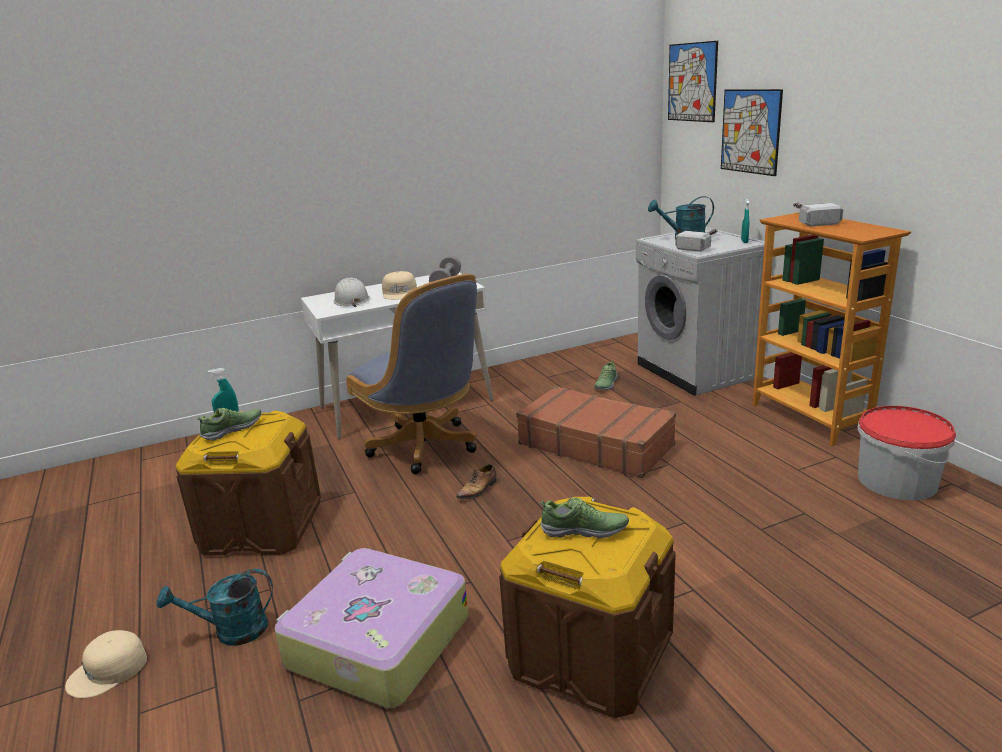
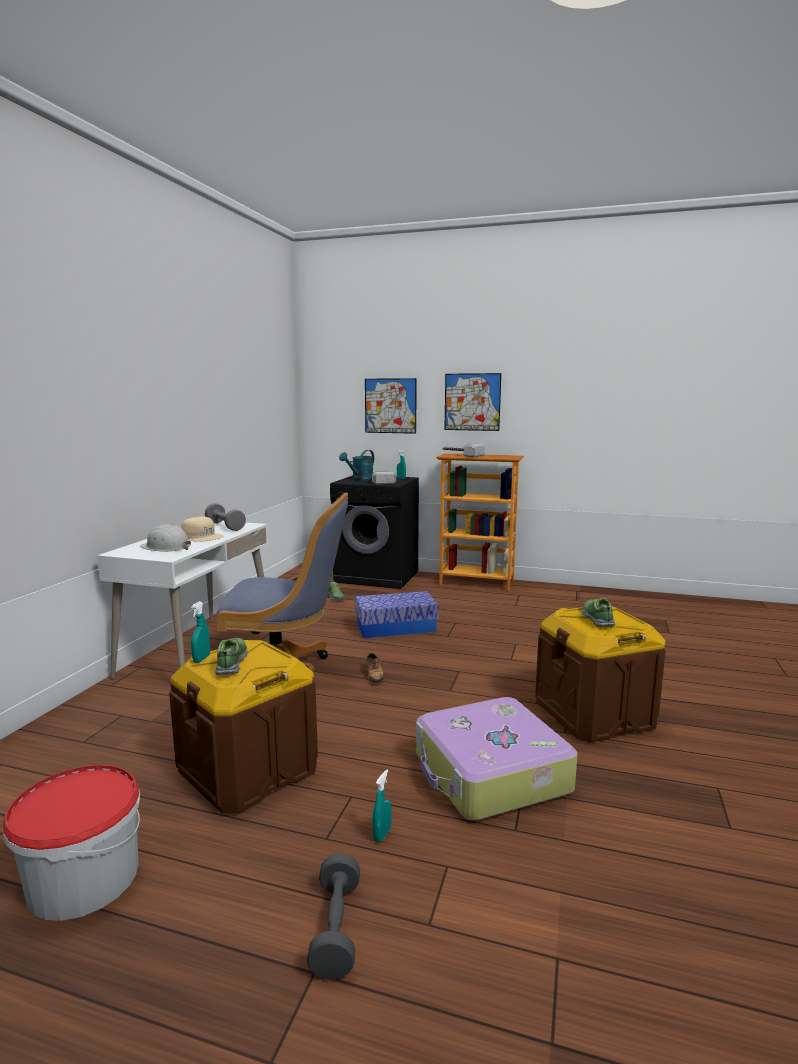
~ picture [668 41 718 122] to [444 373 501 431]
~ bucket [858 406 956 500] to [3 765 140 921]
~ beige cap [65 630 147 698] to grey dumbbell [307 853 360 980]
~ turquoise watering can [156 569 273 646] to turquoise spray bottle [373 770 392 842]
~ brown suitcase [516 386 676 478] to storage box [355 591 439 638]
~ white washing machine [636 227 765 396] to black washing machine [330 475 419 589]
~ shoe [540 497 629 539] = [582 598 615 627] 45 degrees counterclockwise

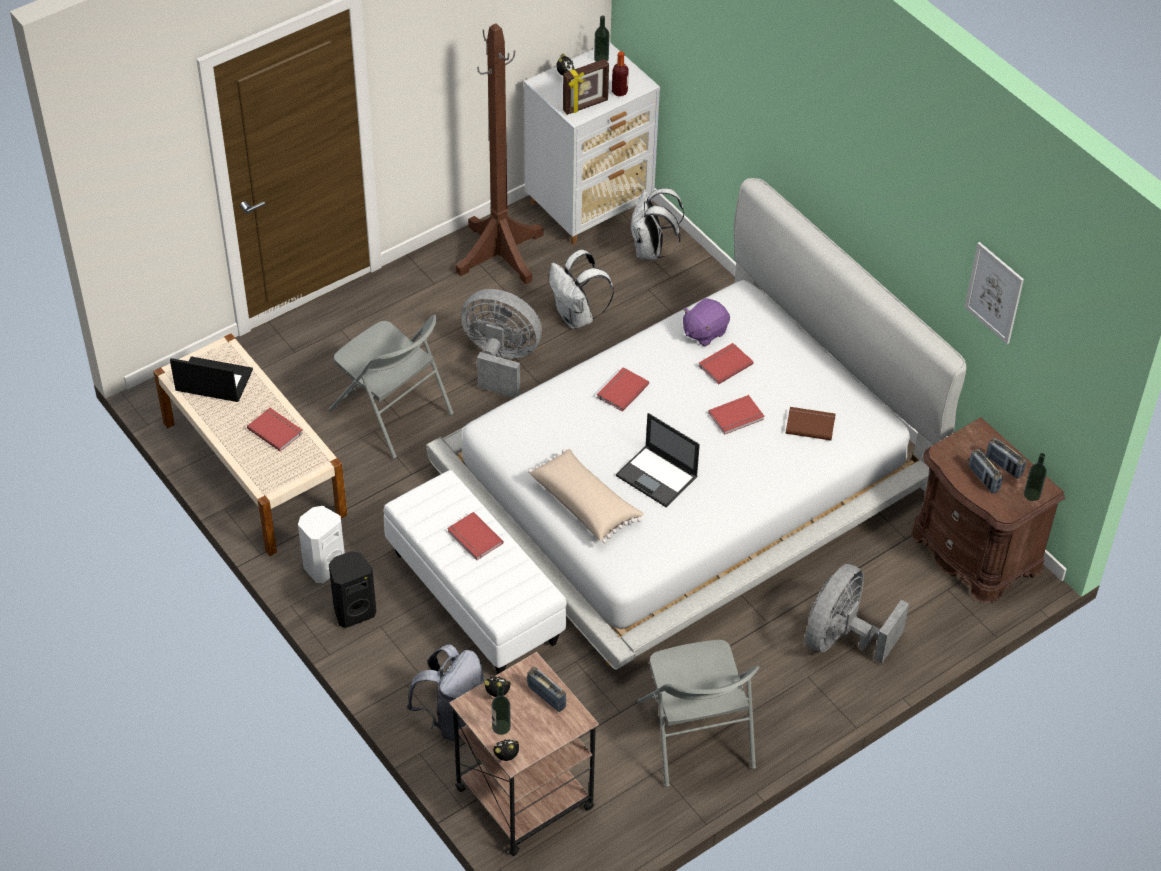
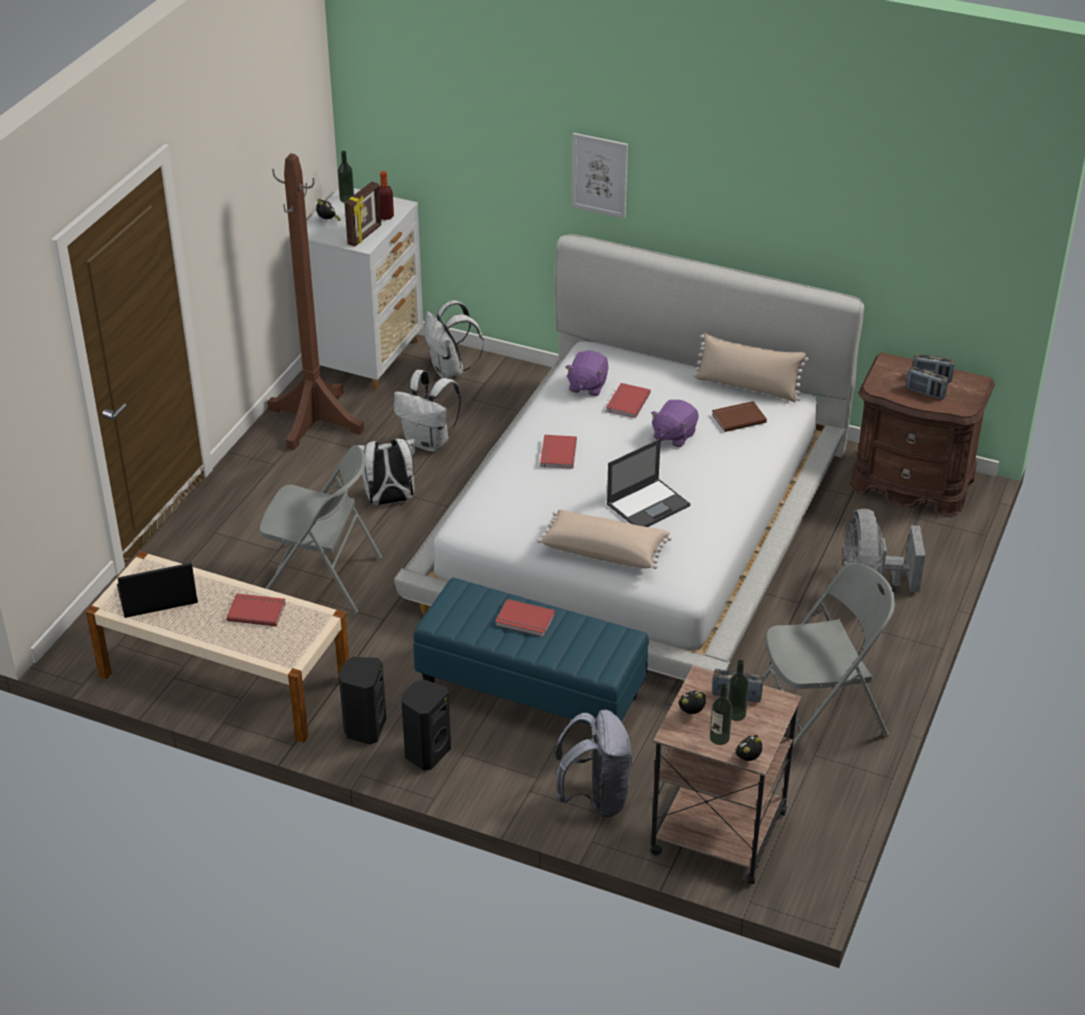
+ beige pillow [693 333 809 402]
~ picture [964 242 1024 344] to [572 133 628 218]
~ bottle [1024 453 1047 501] to [727 660 749 721]
~ grey fan [461 289 542 398] to white backpack [358 438 415 505]
~ red book [708 395 765 435] to purple plush toy [651 400 698 447]
~ white speaker [298 506 345 583] to black speaker [339 657 386 745]
~ white ottoman [383 470 567 674] to blue ottoman [414 578 649 725]
~ laptop [616 413 700 507] = [606 439 690 527] 45 degrees counterclockwise
~ grey chair [637 640 760 787] = [762 563 895 757] 60 degrees counterclockwise

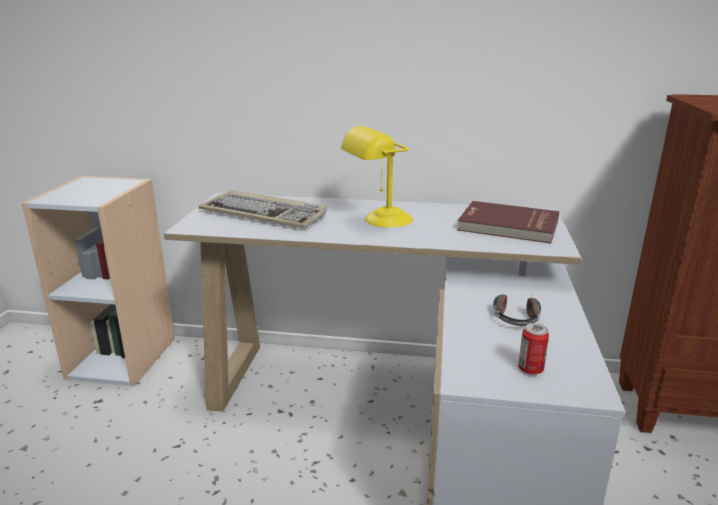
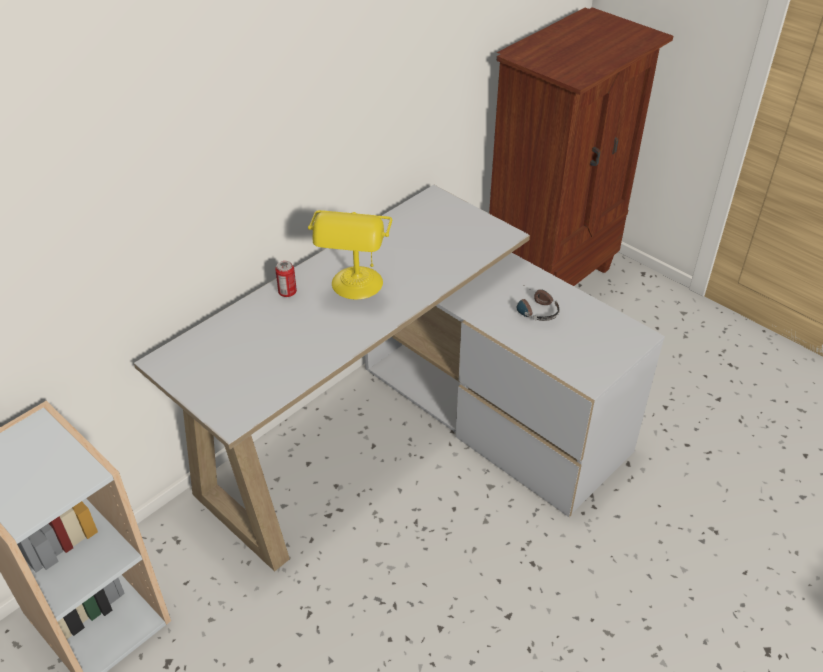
- keyboard [199 190 327 229]
- red book [457 201 559 243]
~ can [518 323 549 375] to [275 261 297 297]

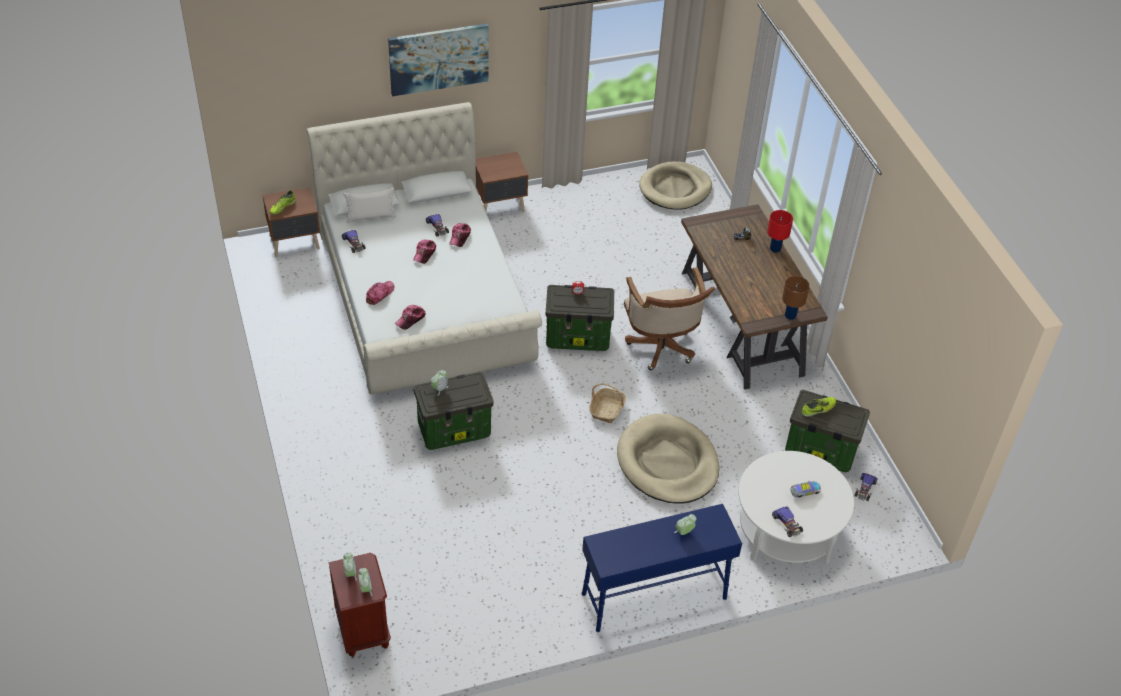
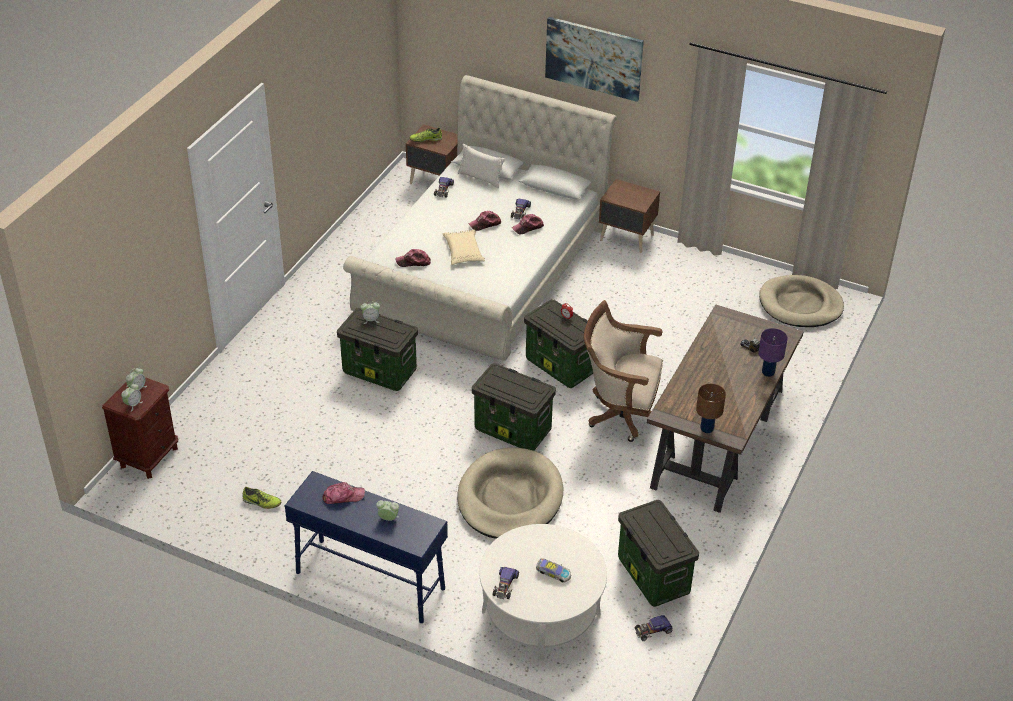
+ beige pillow [443 230 485 265]
~ cap [366 281 395 305] to [322 482 365 504]
~ shoe [802 397 836 417] to [243 487 281 509]
~ basket [589 383 626 423] to storage box [472 363 556 451]
~ red table lamp [767 210 793 253] to purple table lamp [758 328 788 377]
~ office chair [624 267 715 370] = [584 300 663 442] 75 degrees clockwise

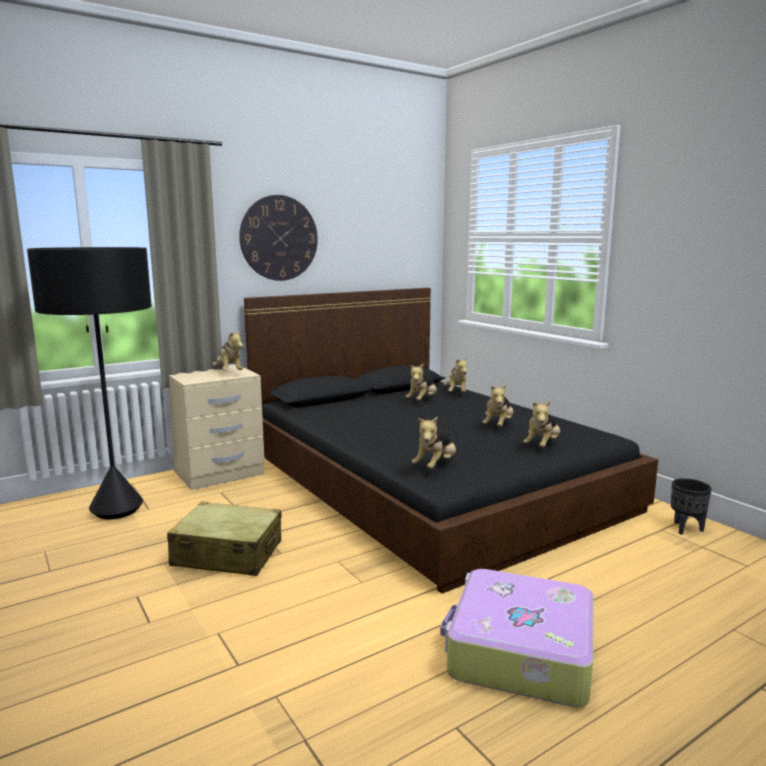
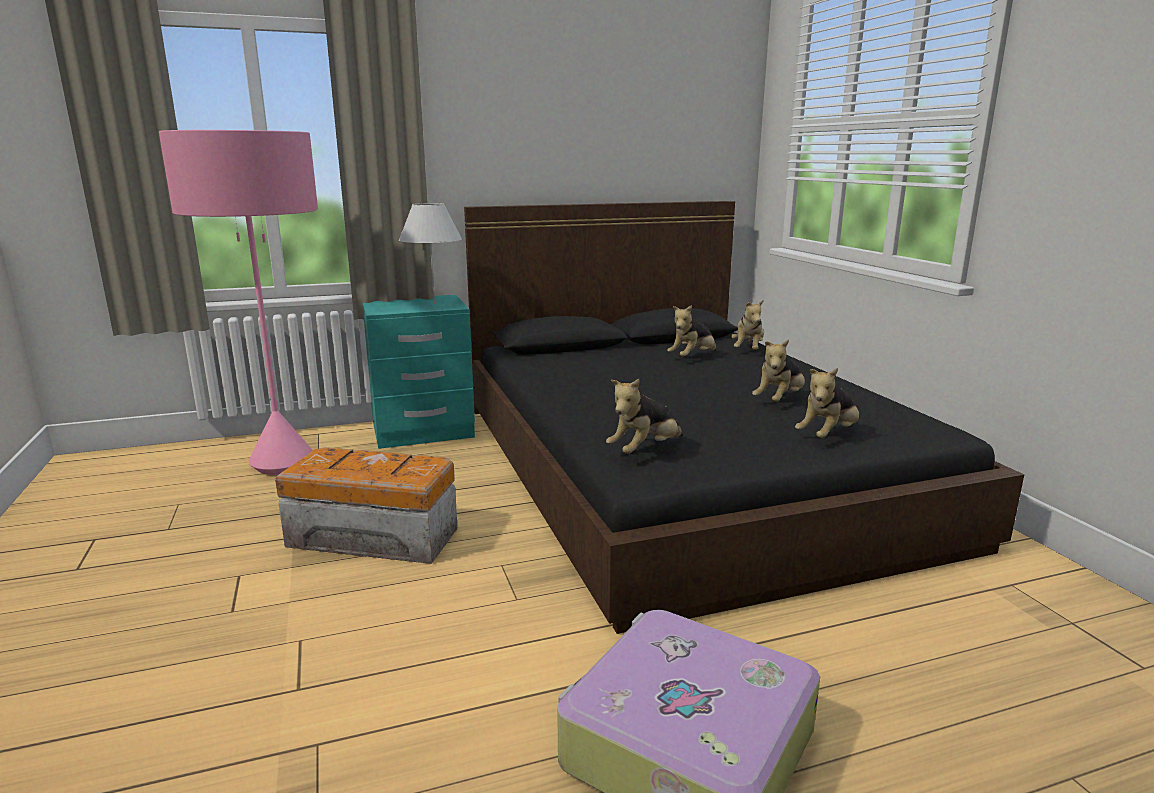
- wall clock [239 195 318 281]
- black planter [671 478 712 535]
~ beige suitcase [167 501 281 576] to storage box [275 447 458 564]
~ plush toy [212 330 243 371] to white table lamp [399 203 462 304]
~ black floor lamp [27 247 152 519] to pink floor lamp [159 130 318 475]
~ beige nightstand [169 365 265 490] to turquoise nightstand [362 295 475 449]

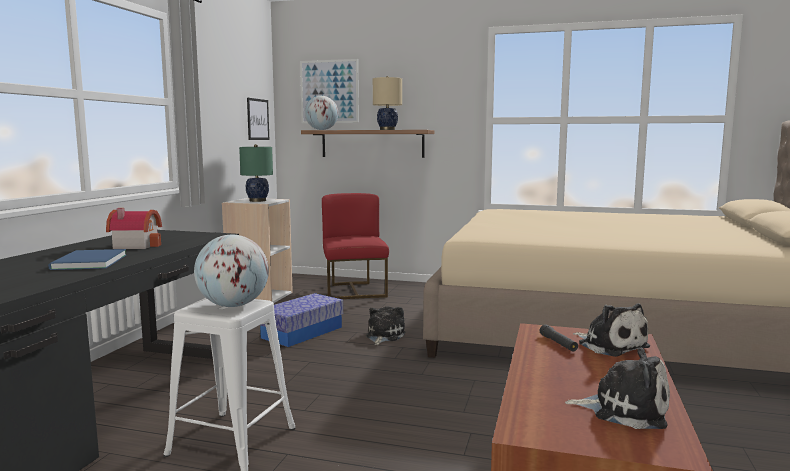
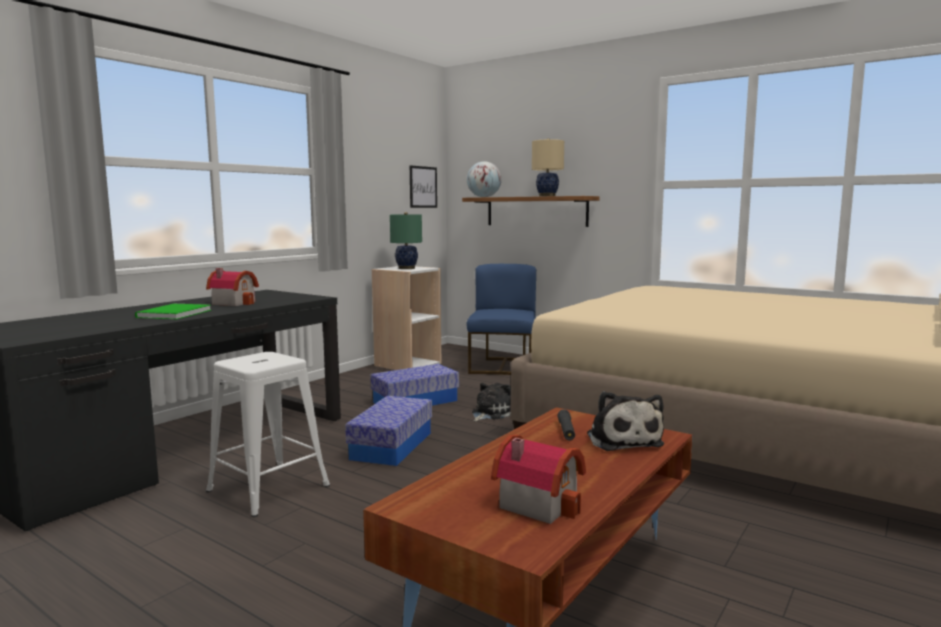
- globe [194 235 269 307]
- picture [300 59 359 123]
+ storage box [345 396 432 466]
~ plush toy [565 348 670 429] to toy house [491 435 586 524]
~ blue book [48 249 126 270] to green book [135 304 211 320]
~ red chair [322 193 389 299] to blue chair [466 264 536 375]

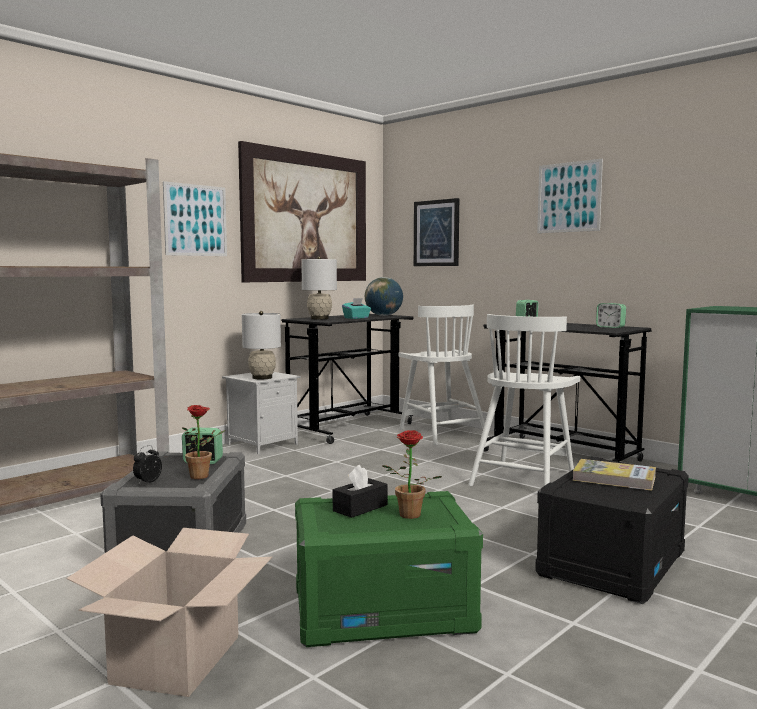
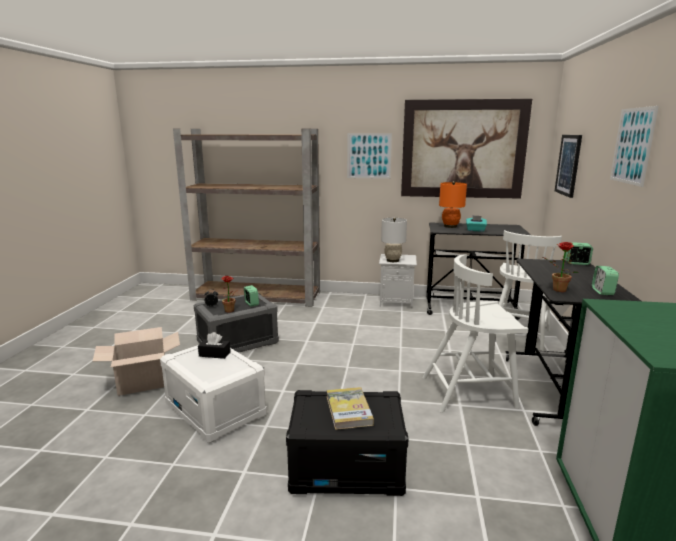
- globe [365 277 403 316]
~ potted plant [382 430 442 519] to [543 242 579 292]
~ green storage box [295 491 483 647] to white storage box [160 345 267 443]
~ white table lamp [301 256 337 319] to orange table lamp [439 181 467 228]

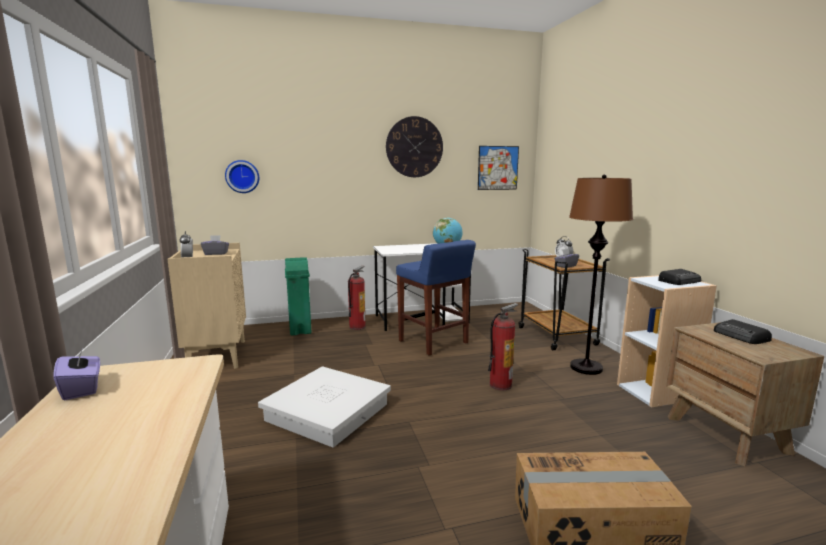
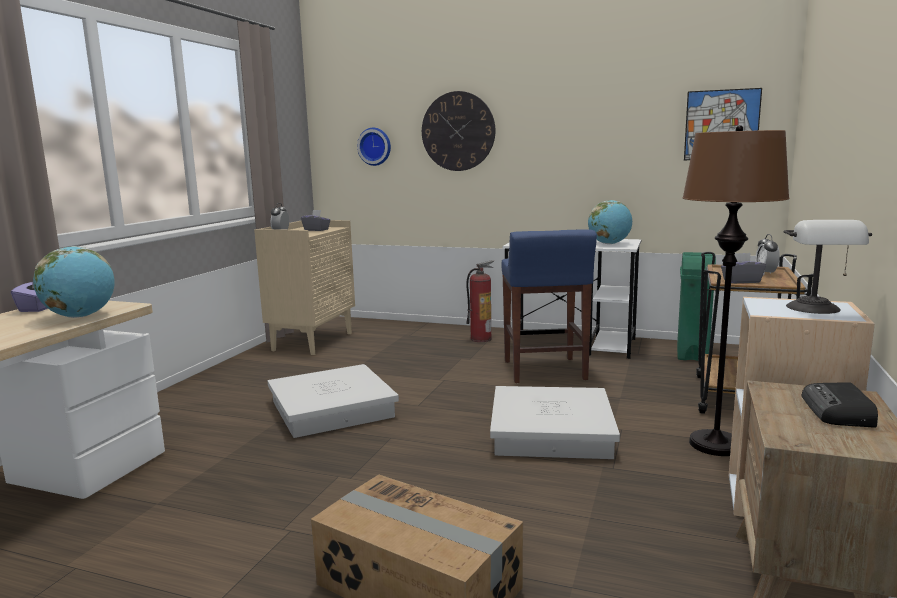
+ globe [33 246 115 318]
~ green trash can [285 257 311 336] to [677 252 716 361]
~ wall clock [386 116 443 177] to [422 91 495 171]
~ fire extinguisher [488 303 518 390] to white storage box [490 386 620 459]
~ radio [658 269 701 285] to table lamp [783 220 872 314]

